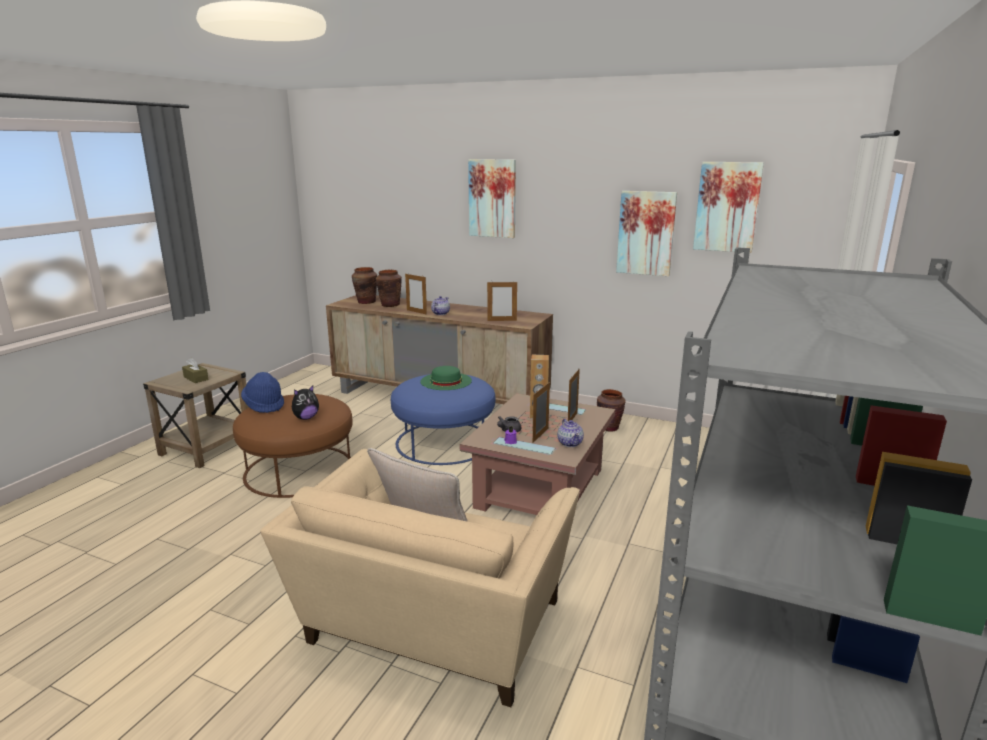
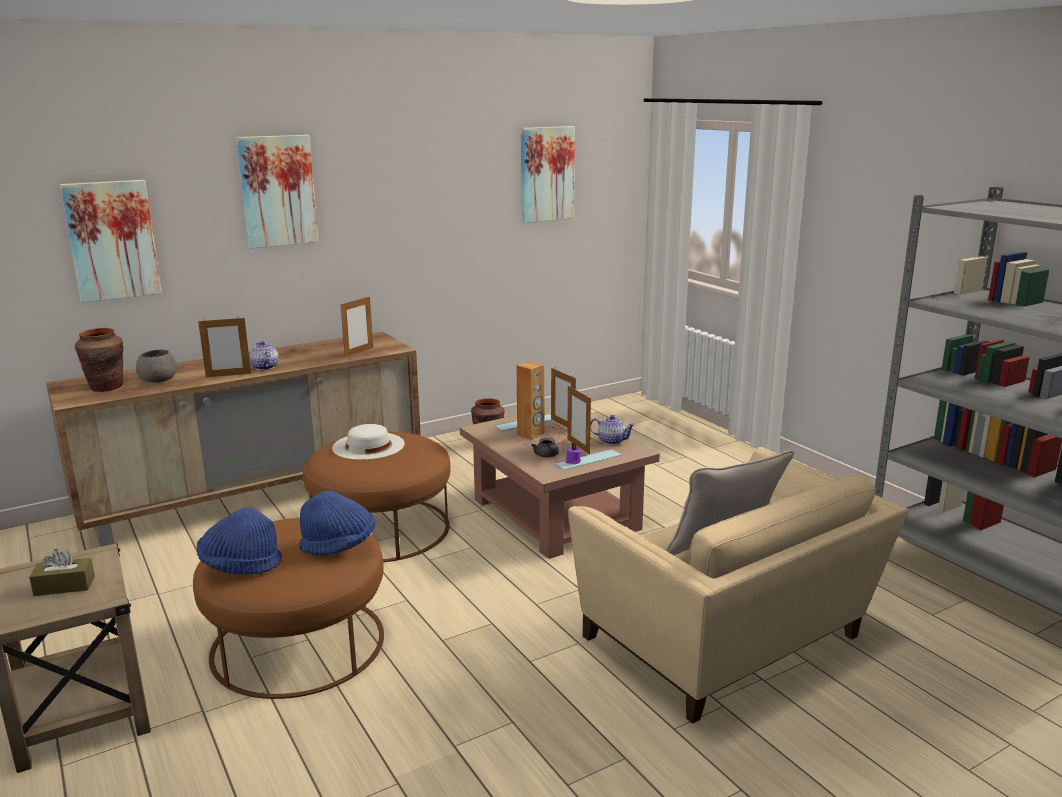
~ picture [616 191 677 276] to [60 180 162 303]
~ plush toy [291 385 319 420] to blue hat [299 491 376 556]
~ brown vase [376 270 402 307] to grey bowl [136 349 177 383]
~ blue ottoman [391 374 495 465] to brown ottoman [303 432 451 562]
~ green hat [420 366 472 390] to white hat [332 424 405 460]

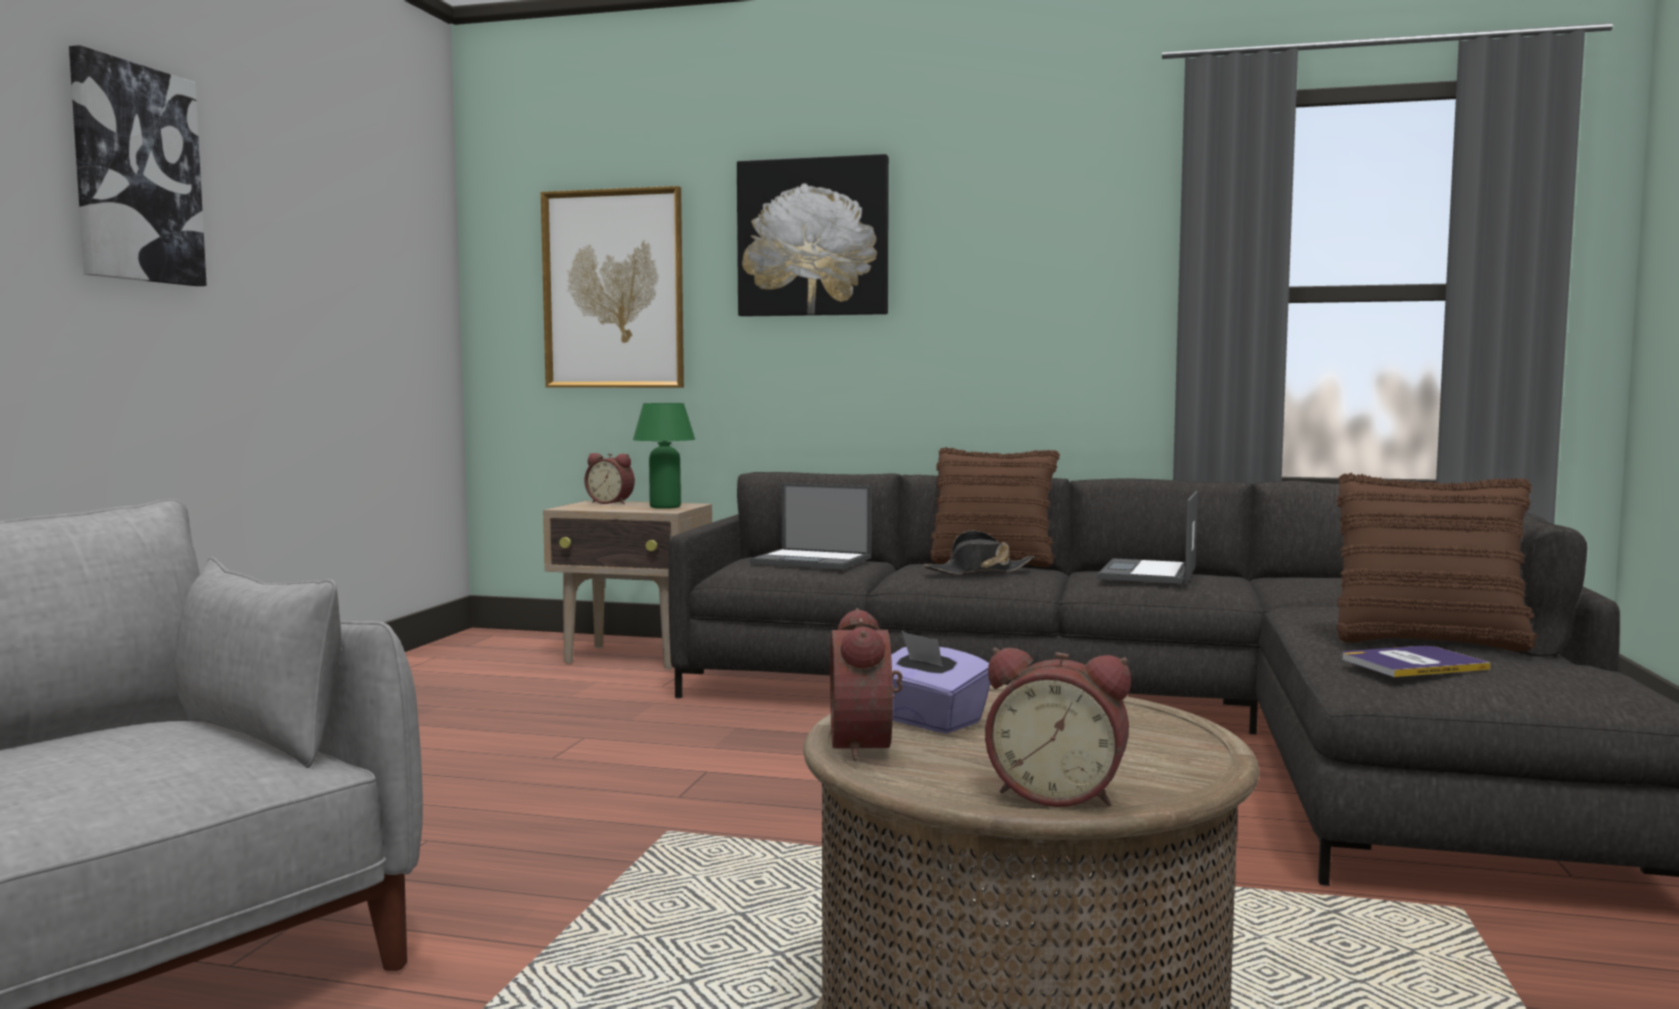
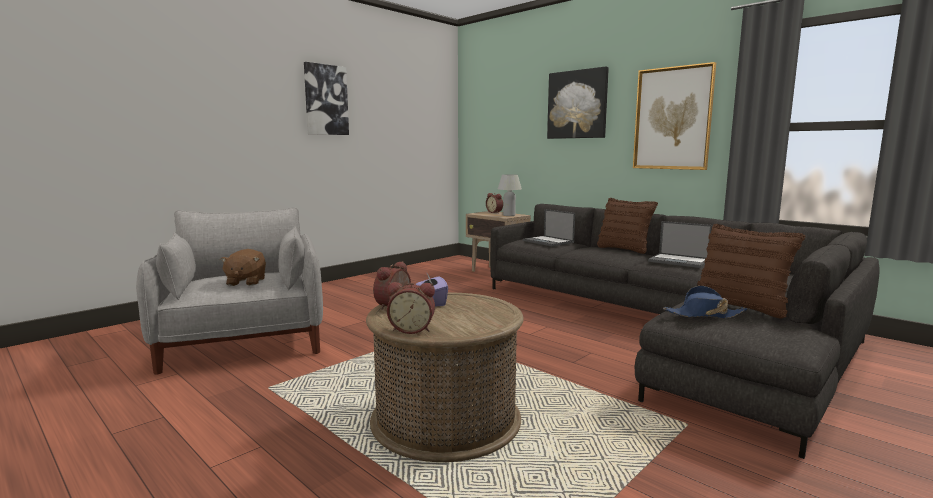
- black hat [923 530 1035 574]
+ brown plush toy [220 249 266 286]
~ picture [541 186 684 388] to [633 62 716 170]
~ book [1343 646 1490 677] to blue hat [663 286 748 318]
~ green table lamp [633 403 695 509] to white table lamp [498 174 522 216]
~ alarm clock [985 648 1131 807] = [387 282 435 334] 45 degrees counterclockwise
~ laptop [1097 491 1198 584] = [648 221 713 268] 105 degrees counterclockwise

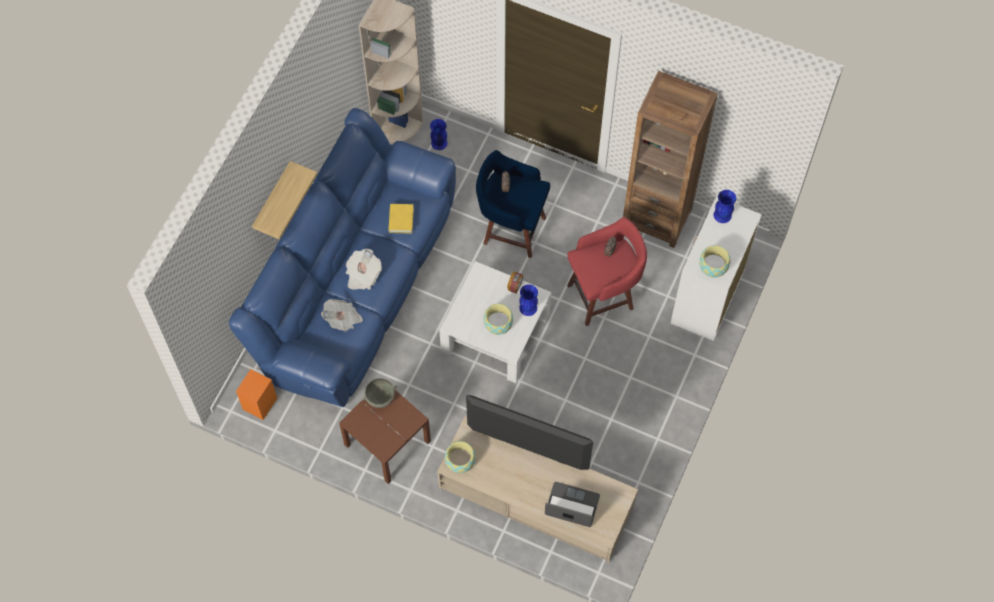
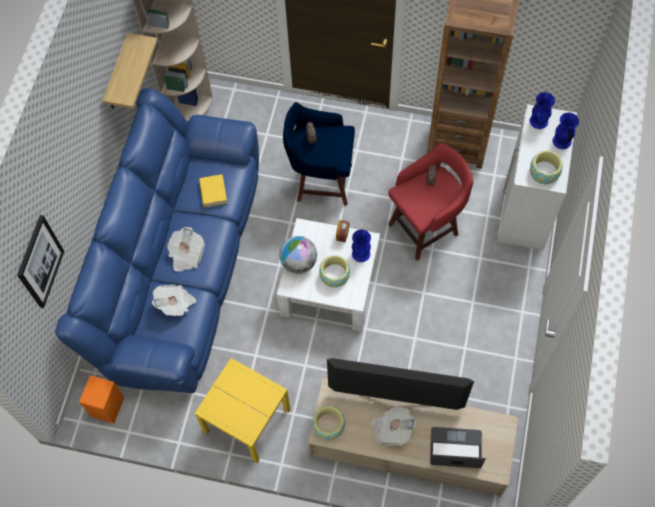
- grey bowl [362 378 397 408]
+ picture [17 215 64 308]
+ globe [279 236 317 274]
+ newspaper [371 406 416 446]
~ shelf [252 161 317 240] to [102 33 158 109]
~ blue vase [430 119 448 150] to [552 113 579 149]
~ brown side table [339 389 431 484] to yellow side table [195 358 291 463]

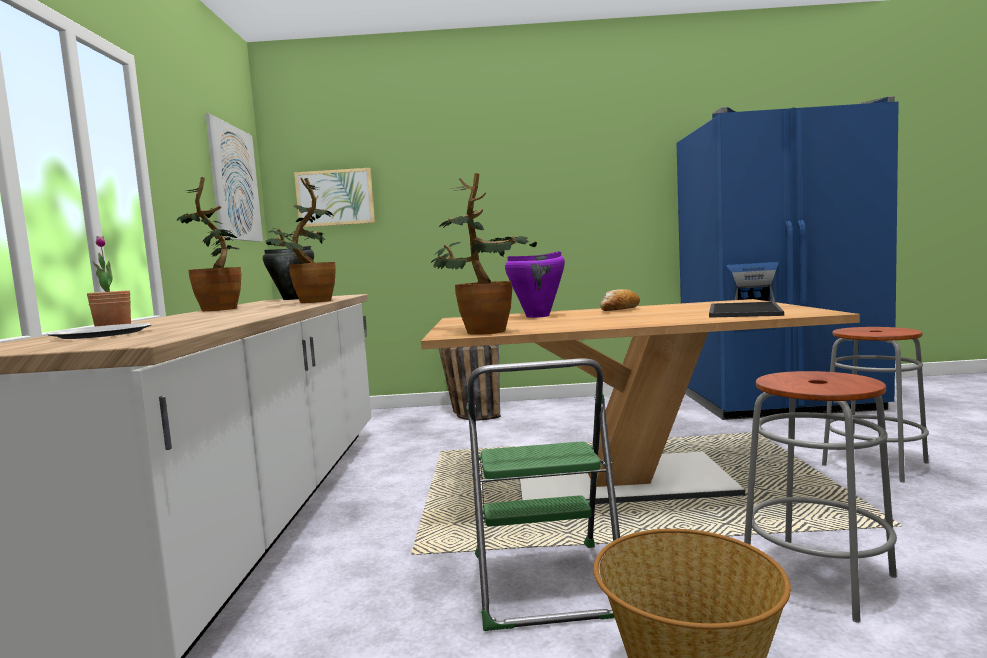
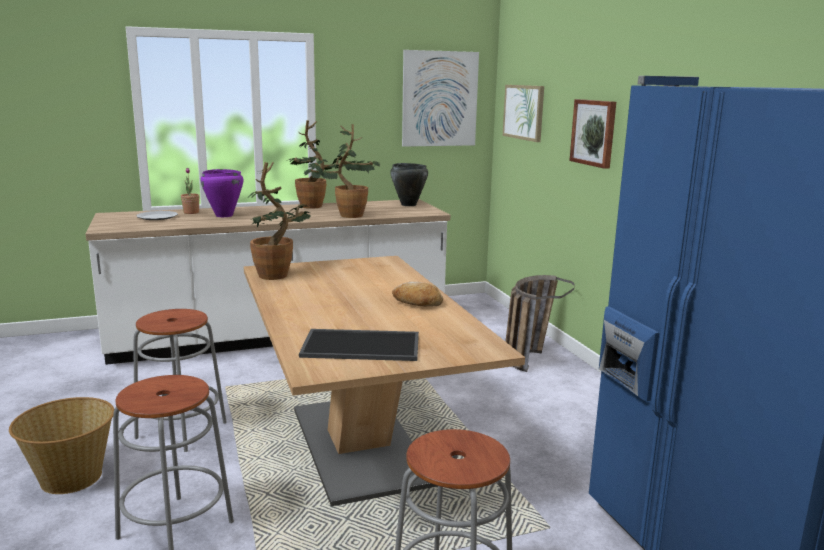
+ picture [569 99 616 169]
~ purple cooking pot [505 251 565 318] to [200 169 244 217]
~ green step ladder [466 358 620 631] to grey stool [133 309 227 452]

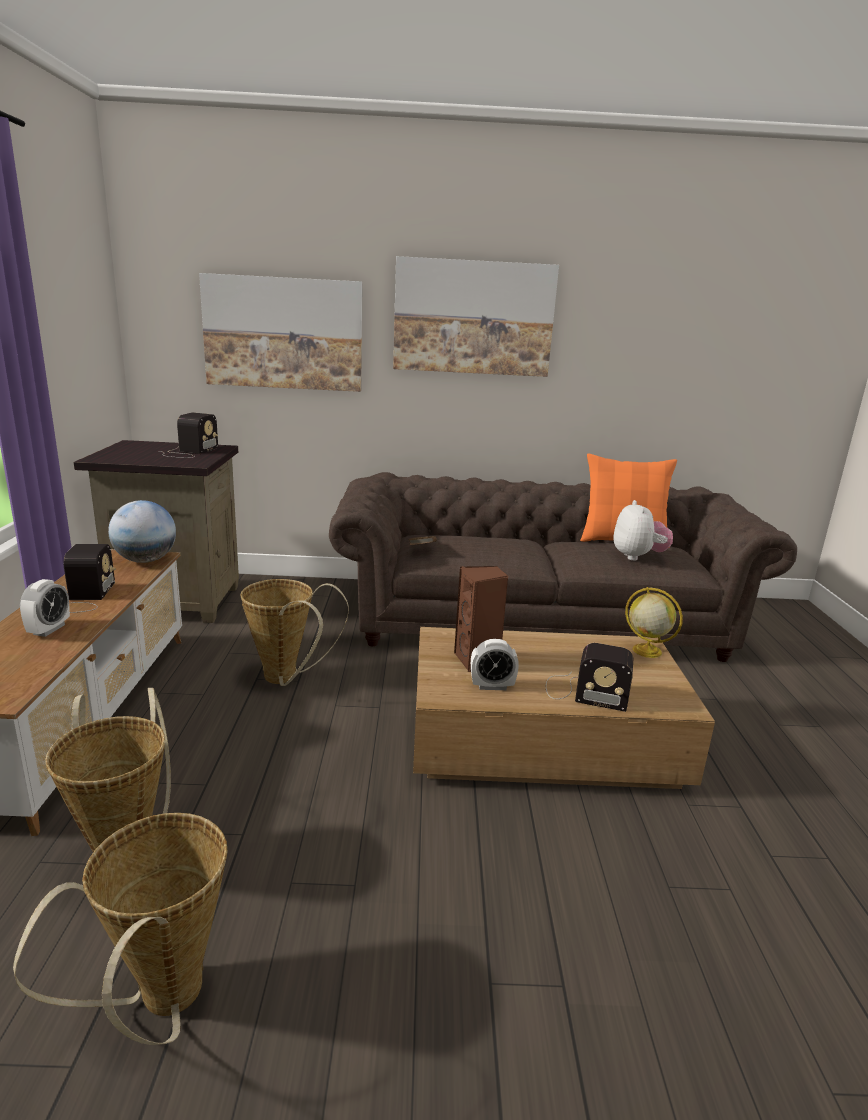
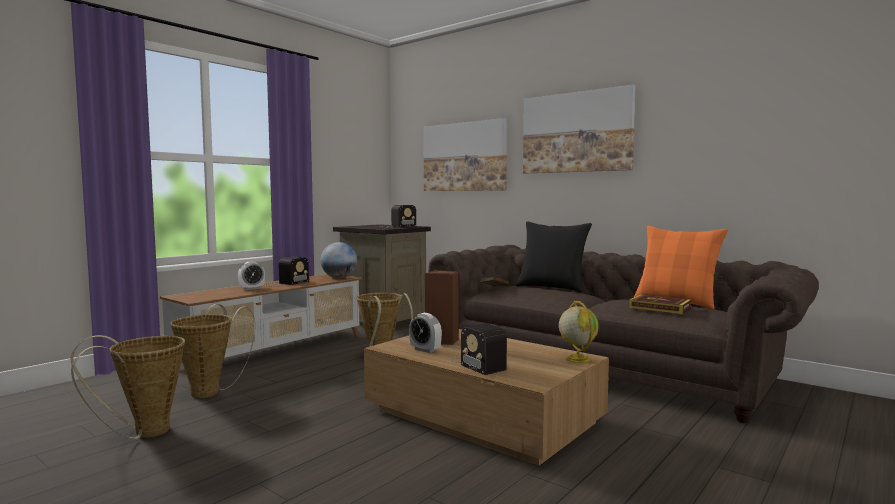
+ black pillow [516 221 592 292]
~ plush toy [614 500 673 561] to book [629 294 692 314]

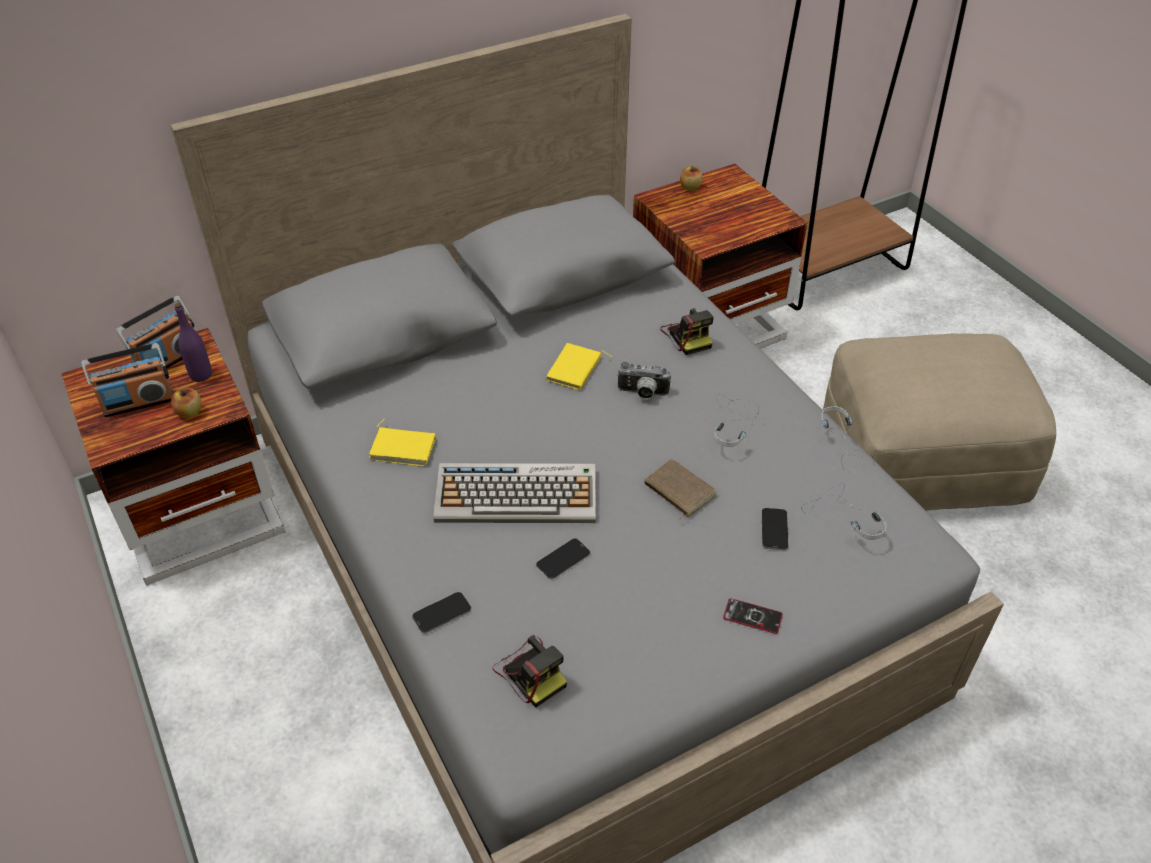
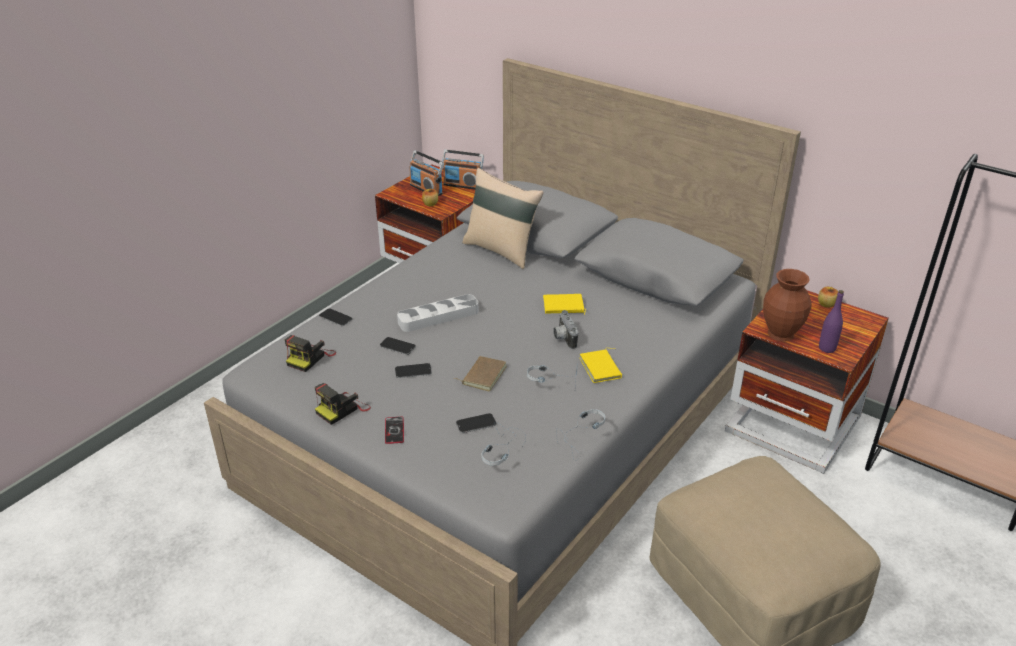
+ phone [395 363 432 378]
+ beige pillow [462 168 543 269]
+ brown vase [763 269 812 342]
~ purple bottle [175 303 212 382] to [819 290 844 353]
~ yellow book [369 419 436 466] to [579 348 622 383]
~ photo camera [660 308 713 355] to [315 383 371 425]
~ keyboard [433 463 596 523] to grey tray [397 294 478 332]

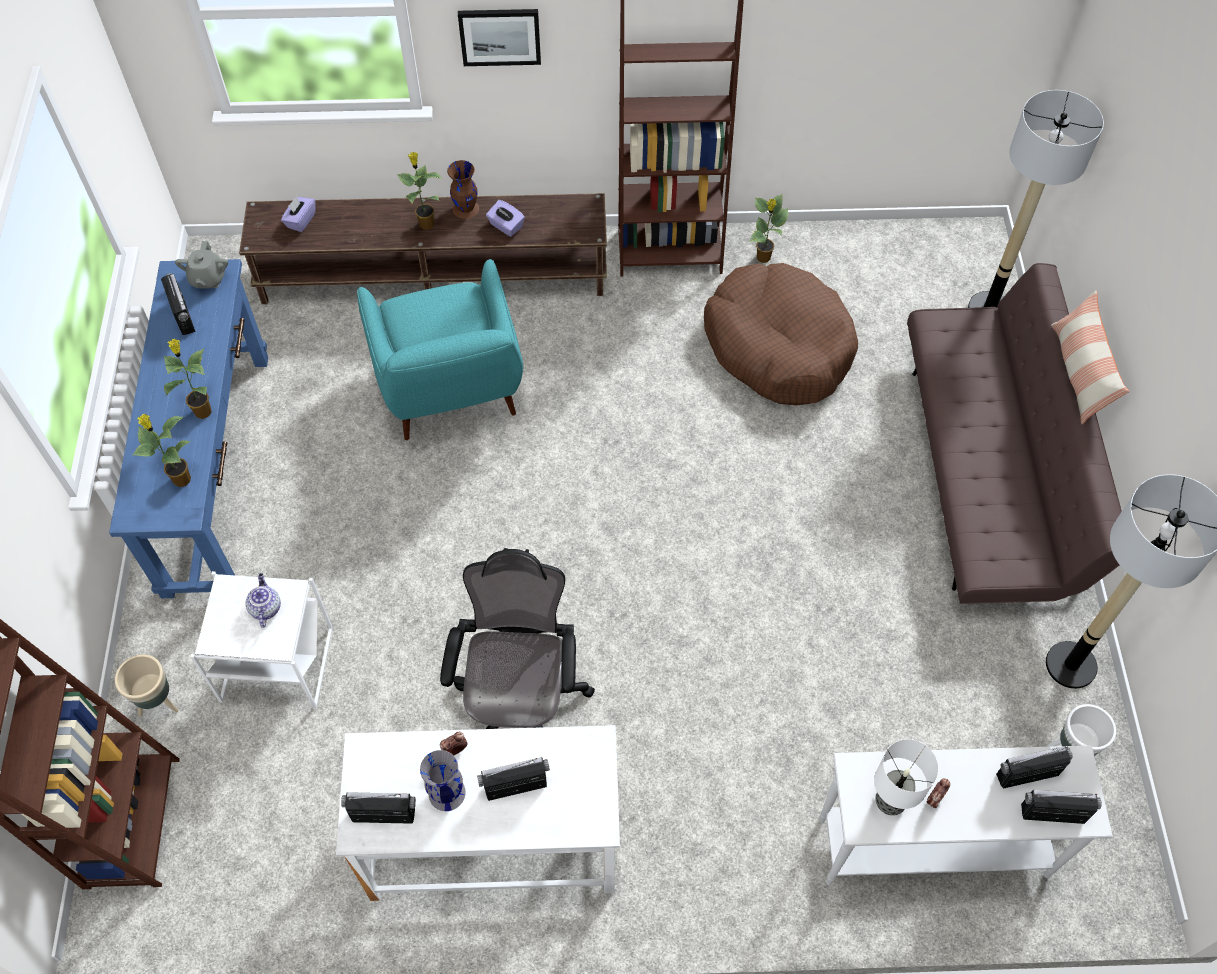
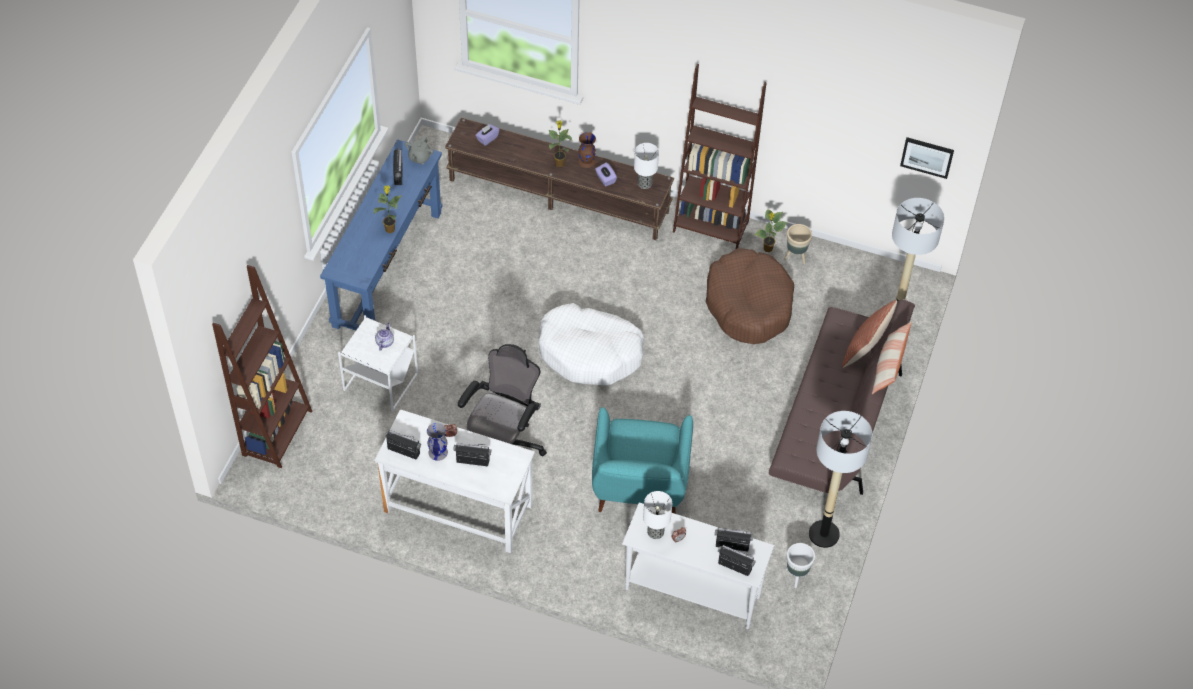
- potted plant [133 414 191 487]
+ white dog bed [539 303 644 385]
+ table lamp [634 143 659 189]
+ pillow [842 300 897 368]
~ beige planter [115 654 179 717] to [784 224 812 264]
~ turquoise armchair [357 259 523 440] to [592 407 693 514]
~ picture [458 9 541 66] to [900 137 954 179]

